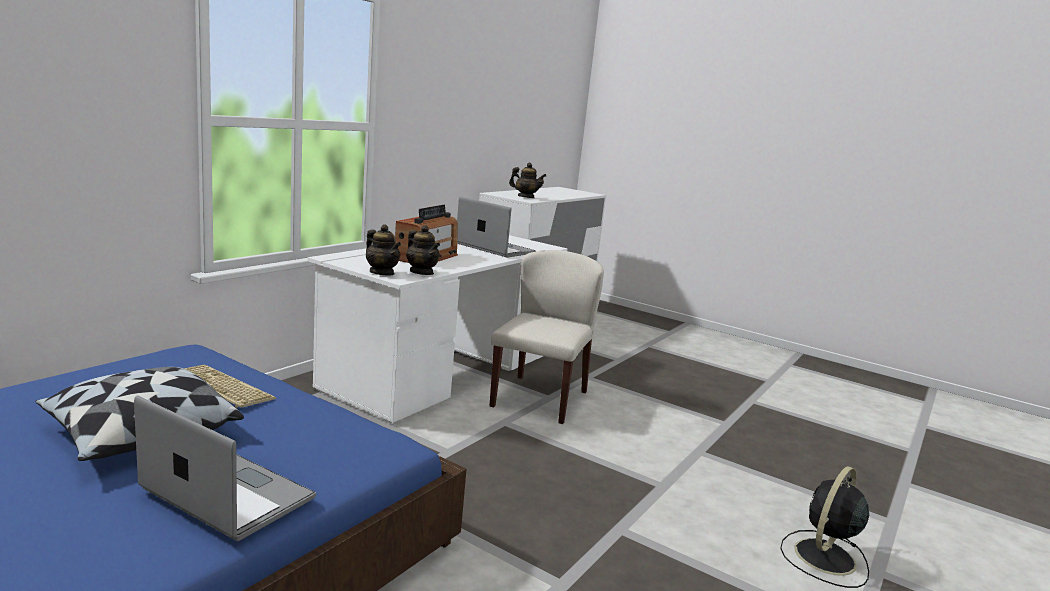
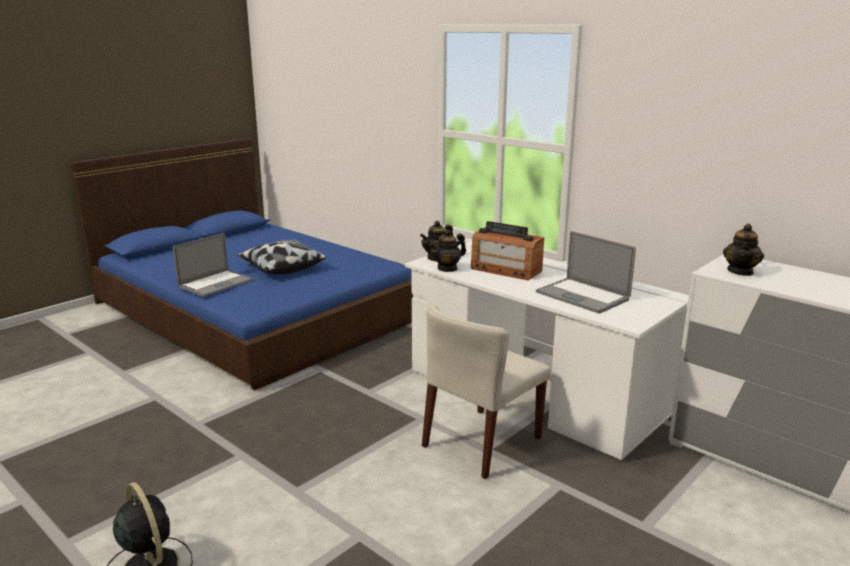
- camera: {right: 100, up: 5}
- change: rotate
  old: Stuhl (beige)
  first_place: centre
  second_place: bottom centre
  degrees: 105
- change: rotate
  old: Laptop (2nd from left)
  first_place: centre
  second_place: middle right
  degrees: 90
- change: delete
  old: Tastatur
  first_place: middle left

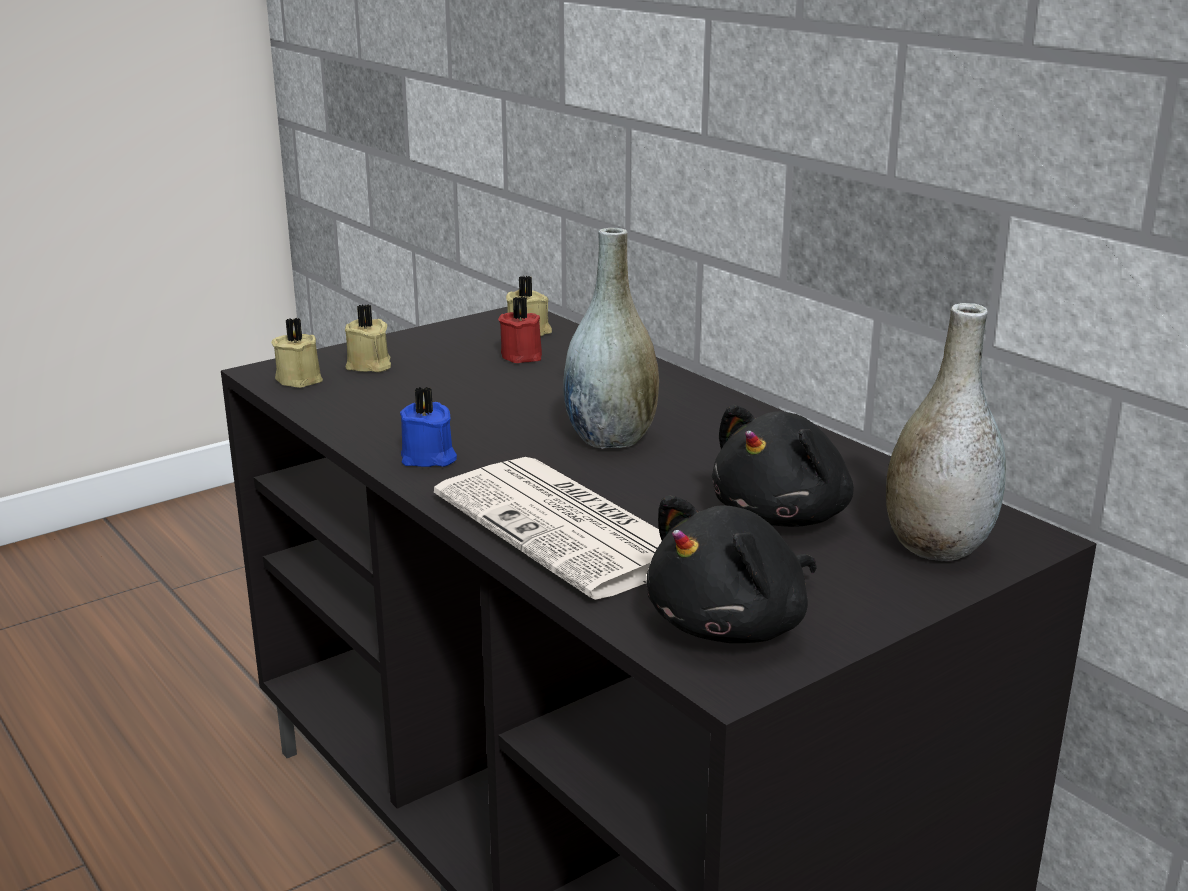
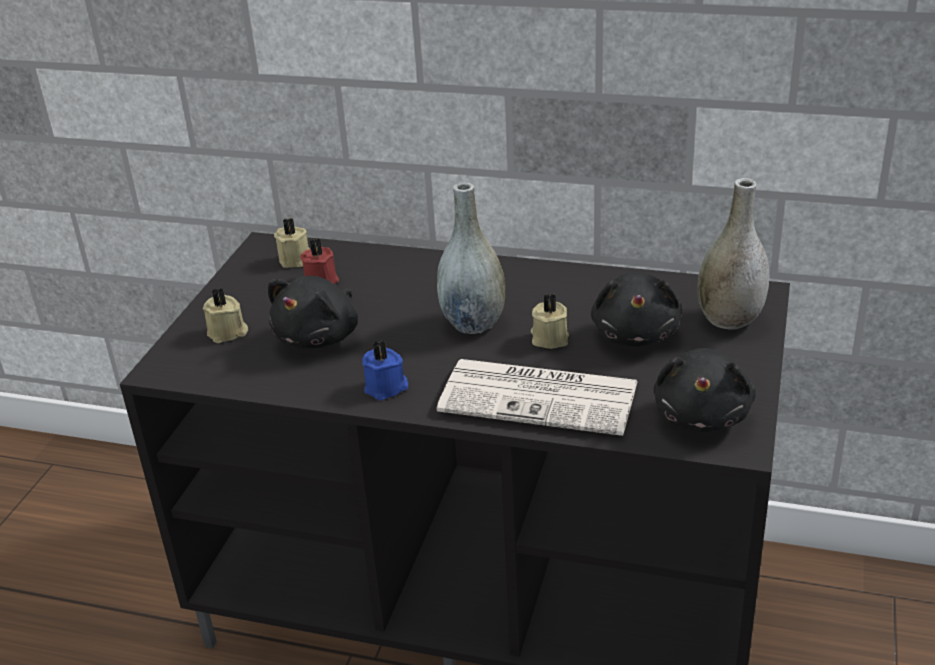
- camera: {right: -35, up: 10}
- change: insert
  new: Plüschtier (schwarz) (1st from left)
  second_place: centre
- change: move
  old: Kerze (beige) (1st from left in the first image)
  new: Kerze (beige) (3rd from left)
  first_place: middle left
  second_place: centre

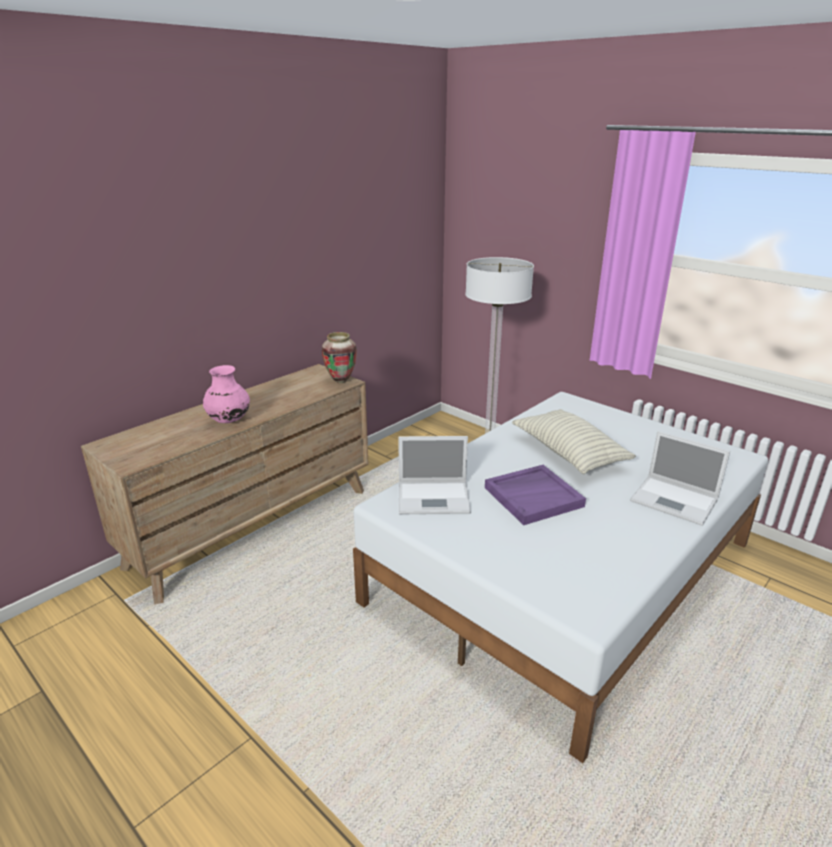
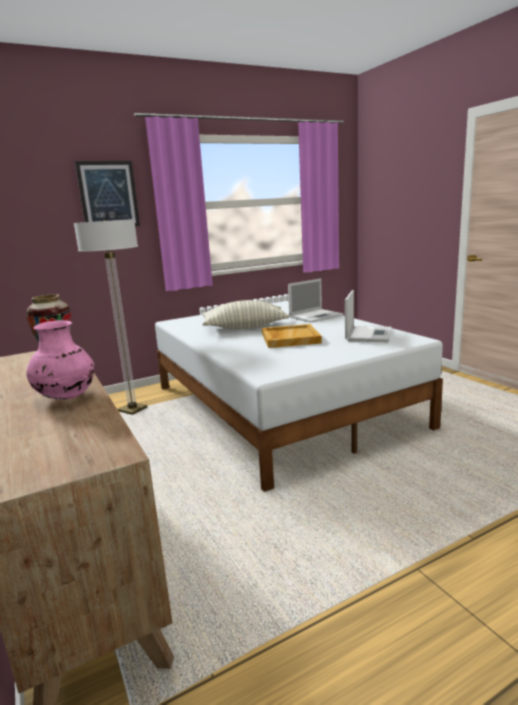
- camera: {right: -70, up: -10}
- change: insert
  new: Bild
  second_place: top left
- change: recolor
  old: Tablett (lila)
  new: Tablett (beige)
  first_place: centre
  second_place: centre
- change: move
  old: Laptop (1st from left in the first image)
  new: Laptop (2nd from left)
  first_place: centre
  second_place: middle right

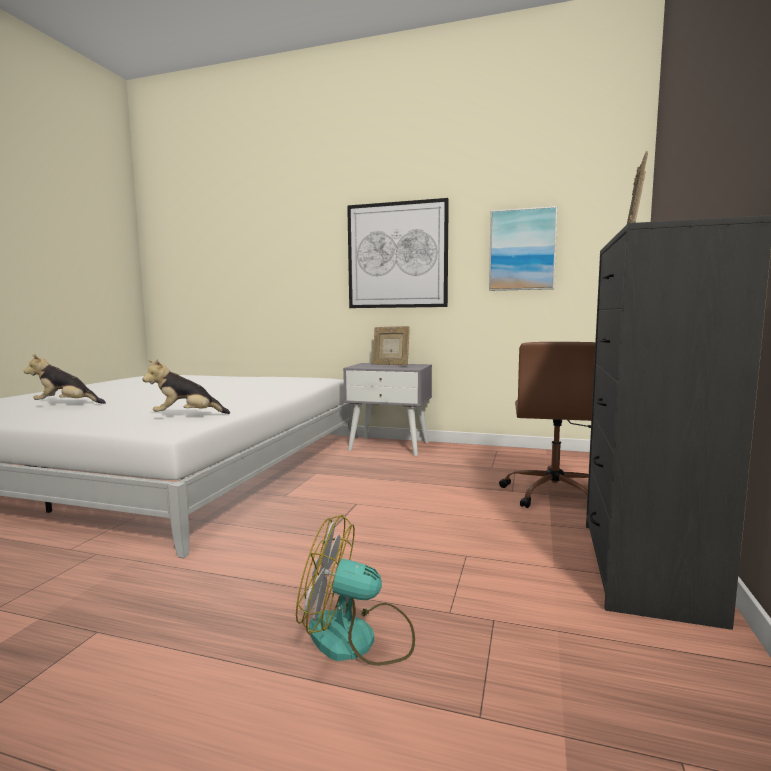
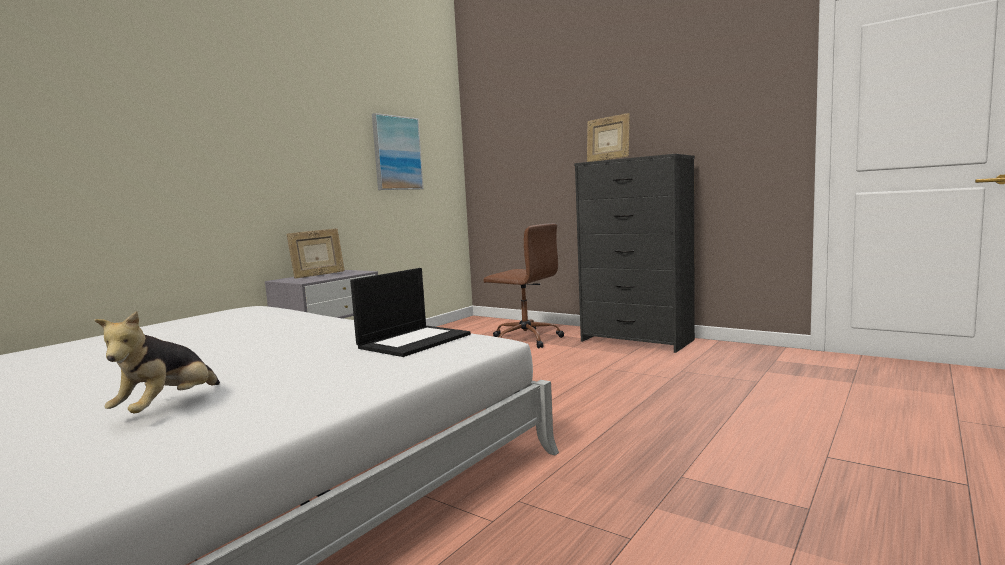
- camera: {right: -70, up: 0}
- change: replace
  old: Plüschtier (2nd from left)
  new: Laptop
  first_place: middle left
  second_place: centre
- change: delete
  old: Ventilator
  first_place: bottom centre
- change: delete
  old: Bild (1st from left)
  first_place: top centre

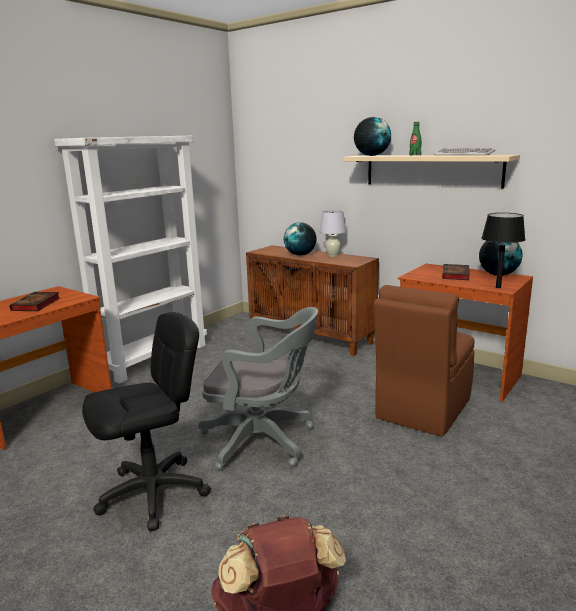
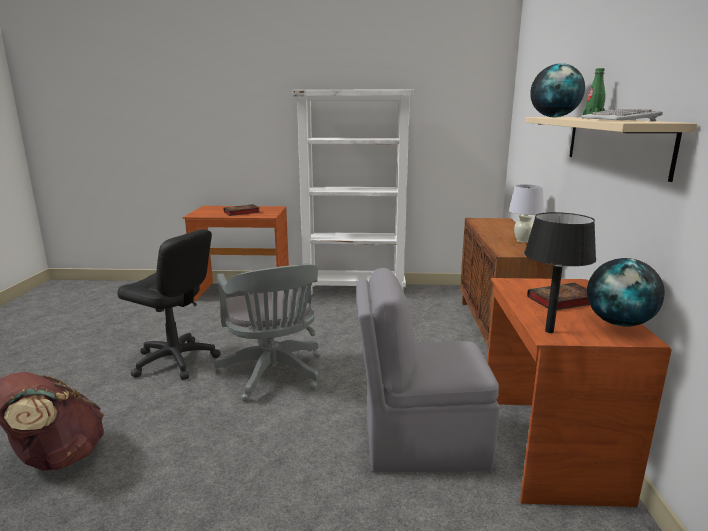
- camera: {right: 55, up: 0}
- change: recolor
  old: Stuhl (braun)
  new: Stuhl (grau)
  first_place: middle right
  second_place: bottom centre
- change: delete
  old: Globus (1st from left)
  first_place: centre

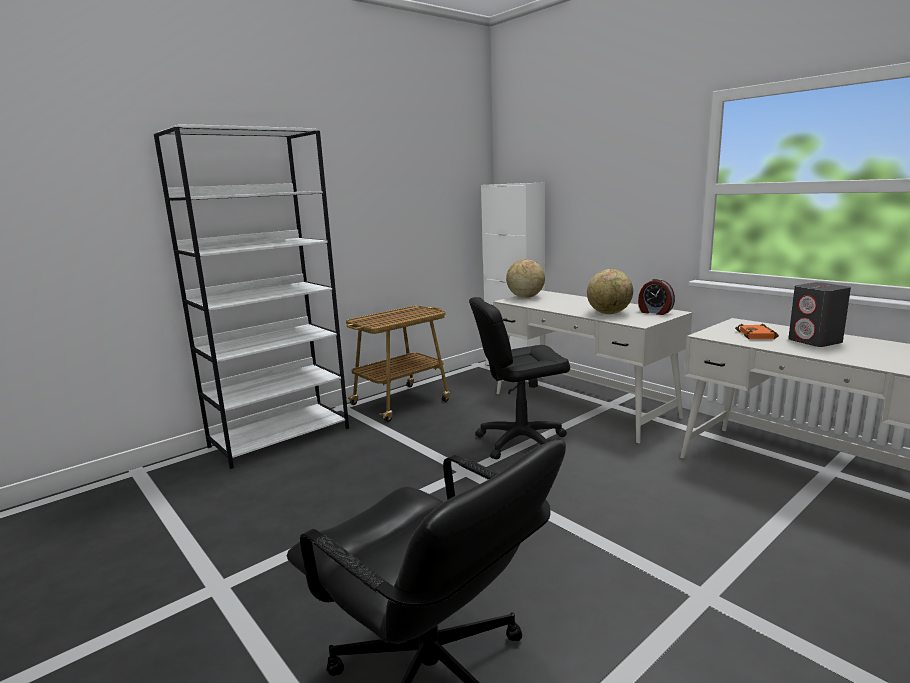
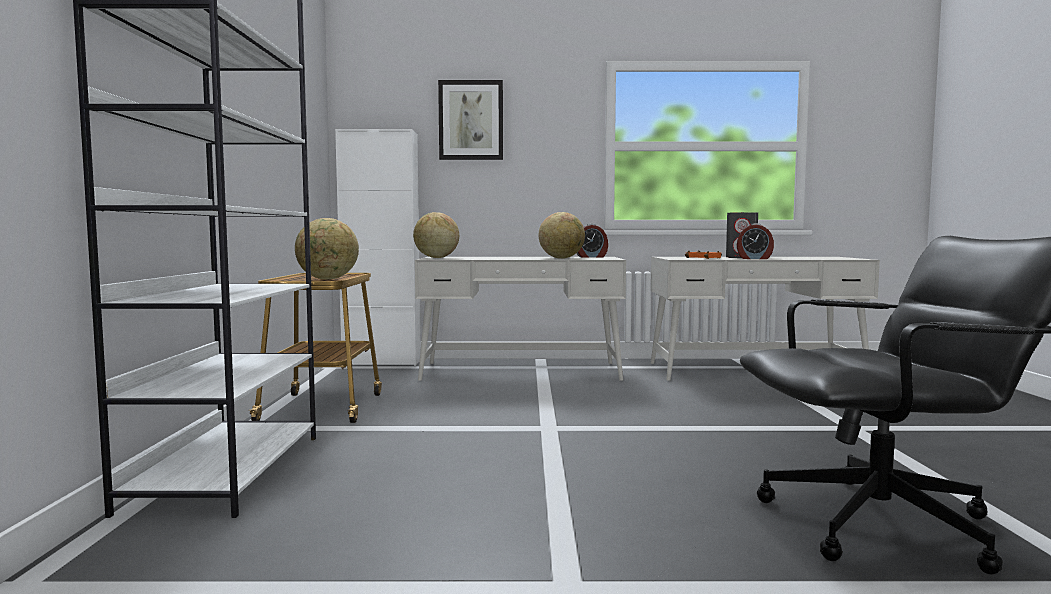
- camera: {right: -50, up: -10}
- change: insert
  new: Globus (1st from left)
  second_place: middle left
- change: insert
  new: Bild
  second_place: top centre
- change: insert
  new: Wecker (2nd from left)
  second_place: middle right
- change: delete
  old: Bürostuhl (schwarz) (2nd from left)
  first_place: centre

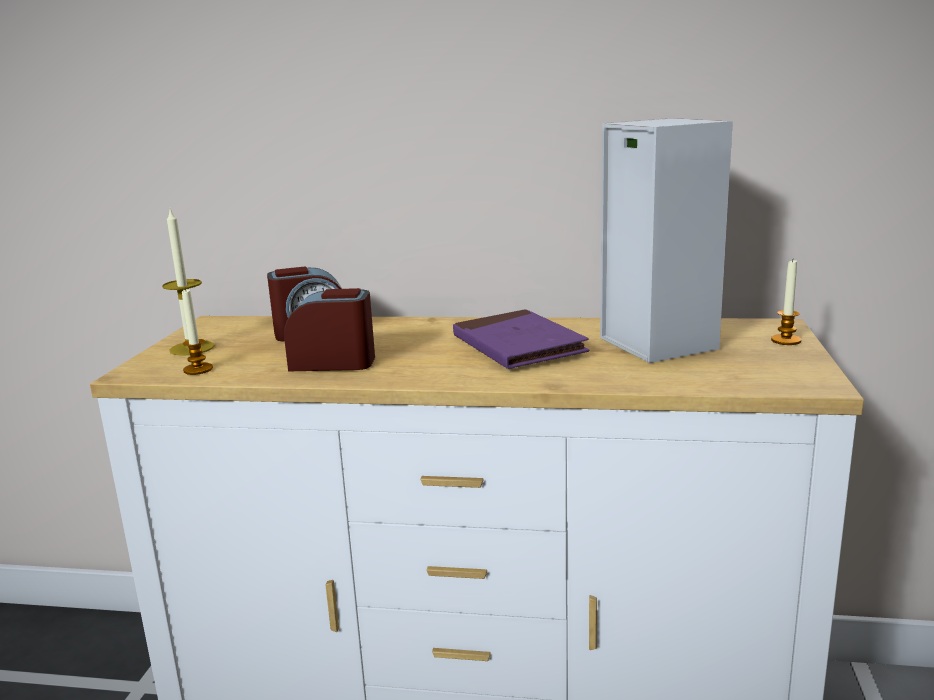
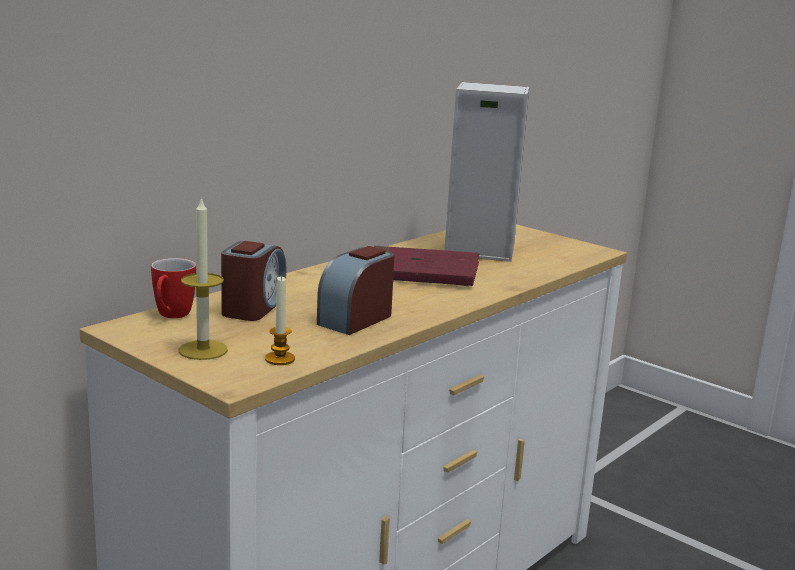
- camera: {right: -60, up: 0}
- change: insert
  new: Henkelbecher
  second_place: middle left
- change: recolor
  old: Buch (lila)
  new: Buch (rot)
  first_place: centre
  second_place: centre
- change: delete
  old: Kerze (3rd from left)
  first_place: middle right

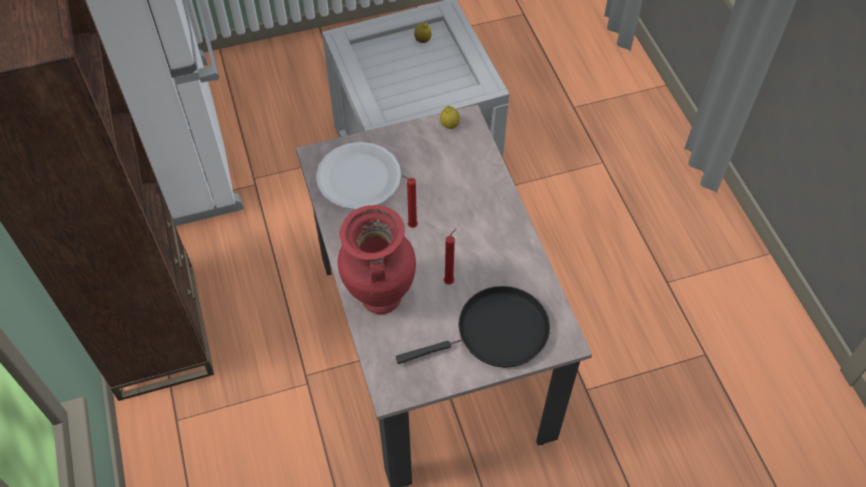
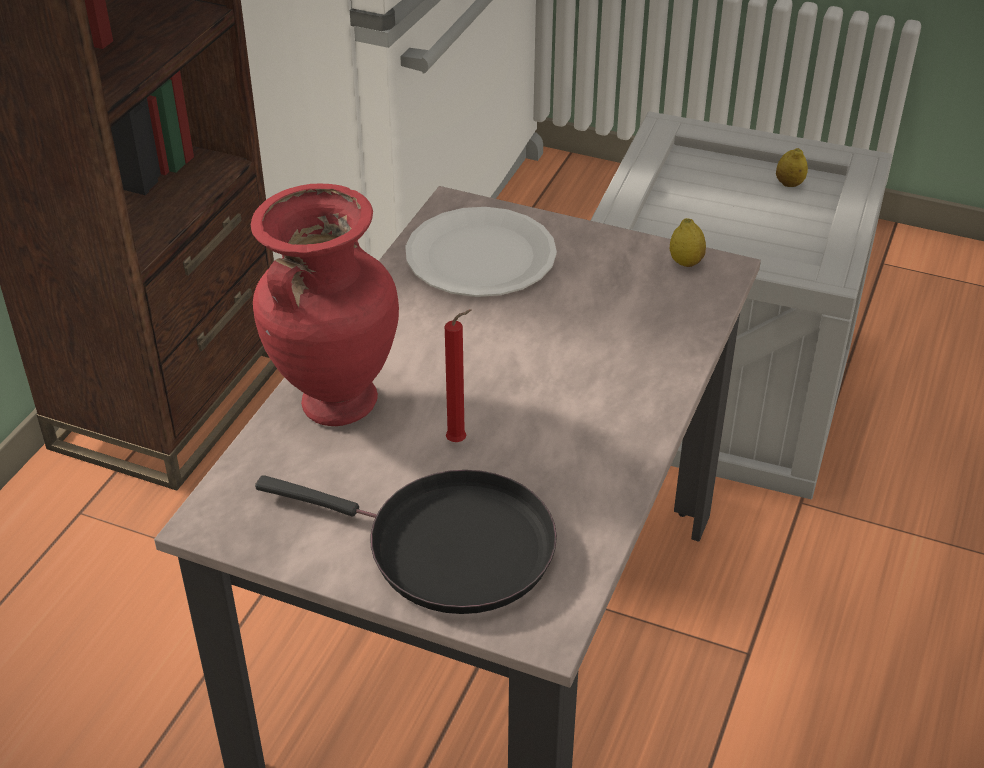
- camera: {right: 40, up: -15}
- change: delete
  old: Kerze (rot) (1st from left)
  first_place: centre

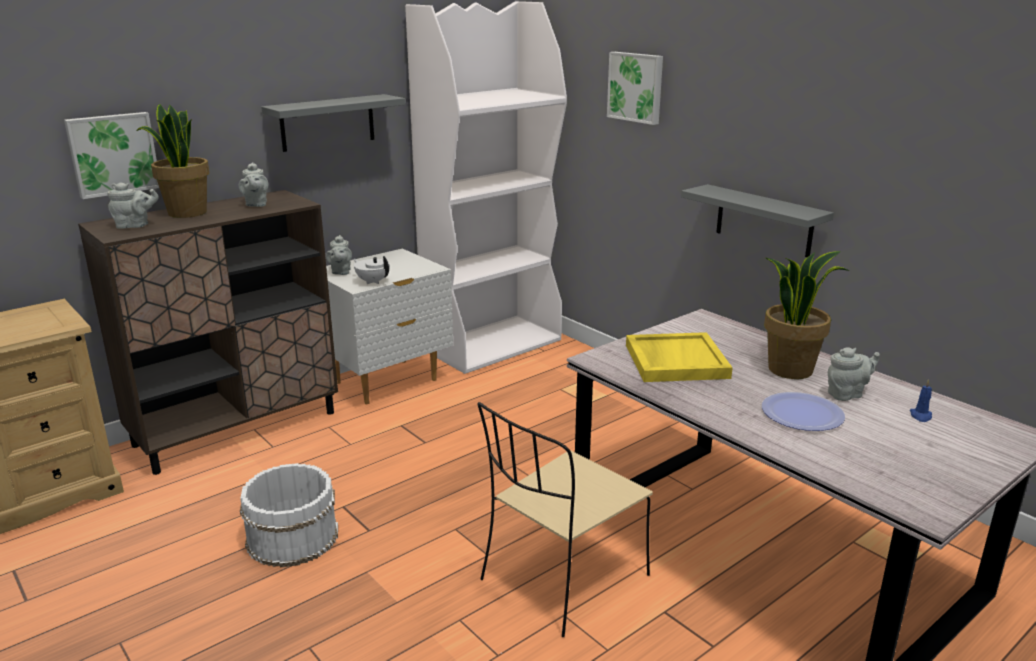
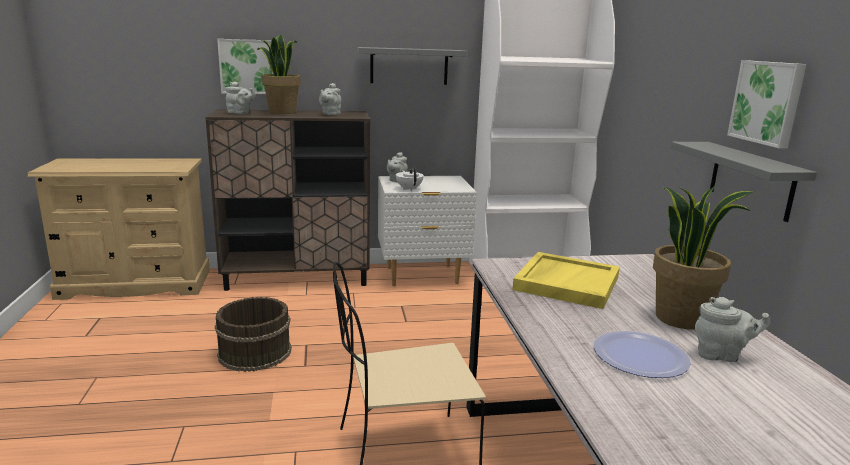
- camera: {right: 30, up: -5}
- change: recolor
  old: Eimer (weiß)
  new: Eimer (braun)
  first_place: bottom left
  second_place: bottom left
- change: move
  old: Bild (2nd from left)
  first_place: top centre
  second_place: top right
- change: delete
  old: Kerze (blau)
  first_place: middle right

